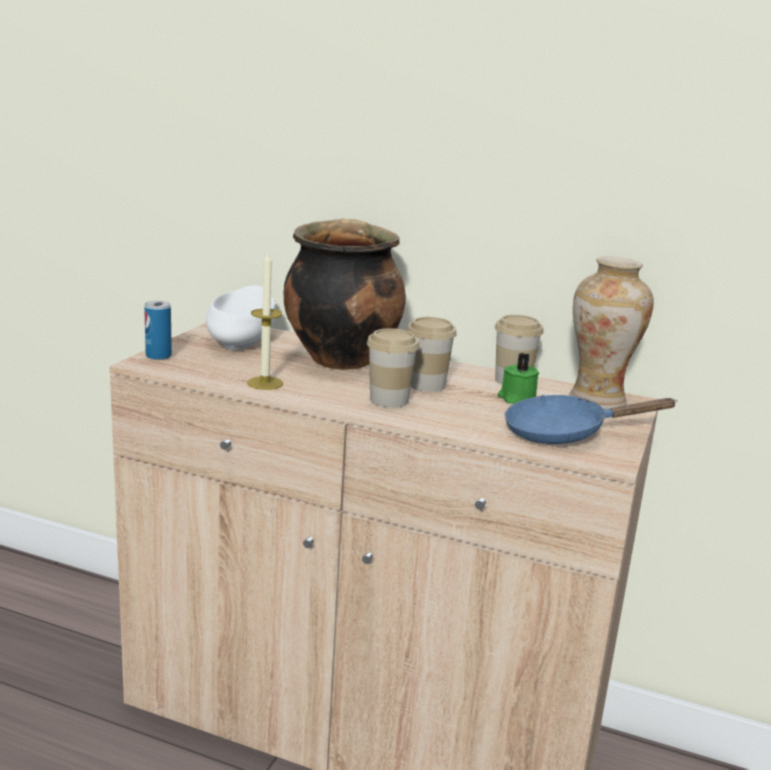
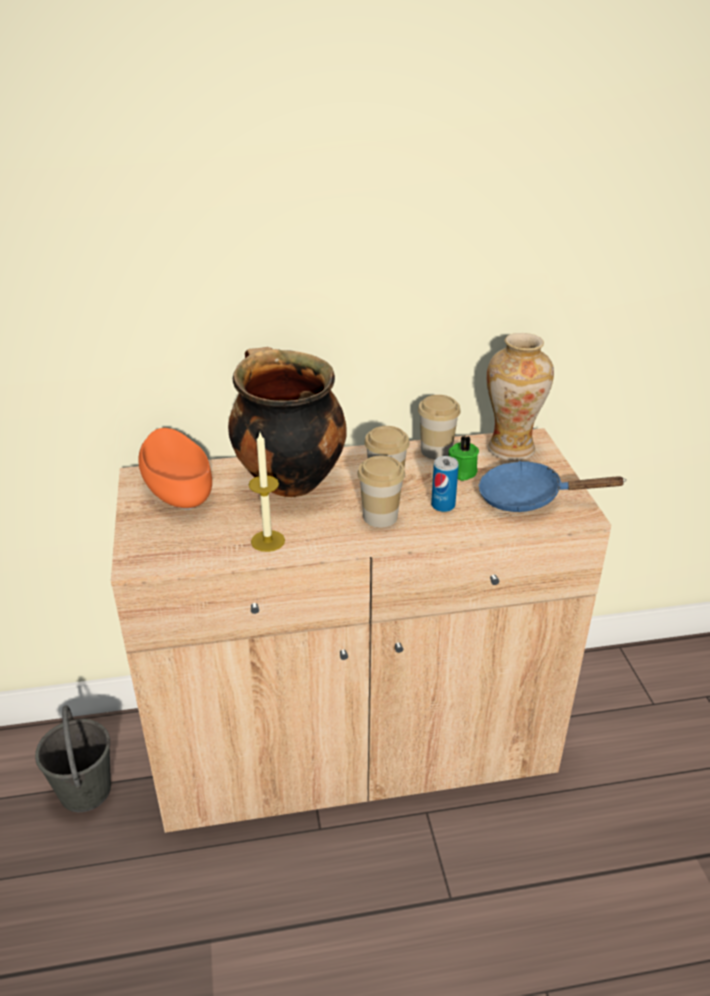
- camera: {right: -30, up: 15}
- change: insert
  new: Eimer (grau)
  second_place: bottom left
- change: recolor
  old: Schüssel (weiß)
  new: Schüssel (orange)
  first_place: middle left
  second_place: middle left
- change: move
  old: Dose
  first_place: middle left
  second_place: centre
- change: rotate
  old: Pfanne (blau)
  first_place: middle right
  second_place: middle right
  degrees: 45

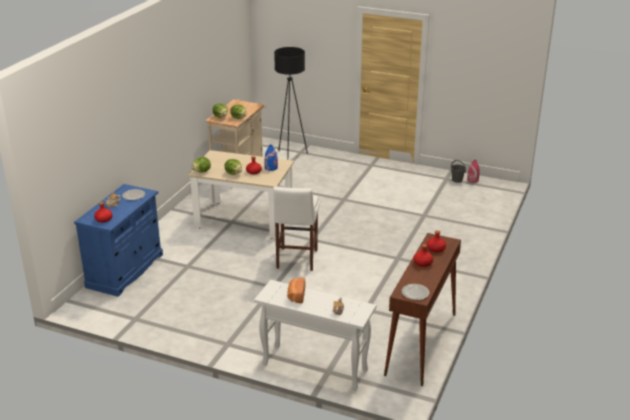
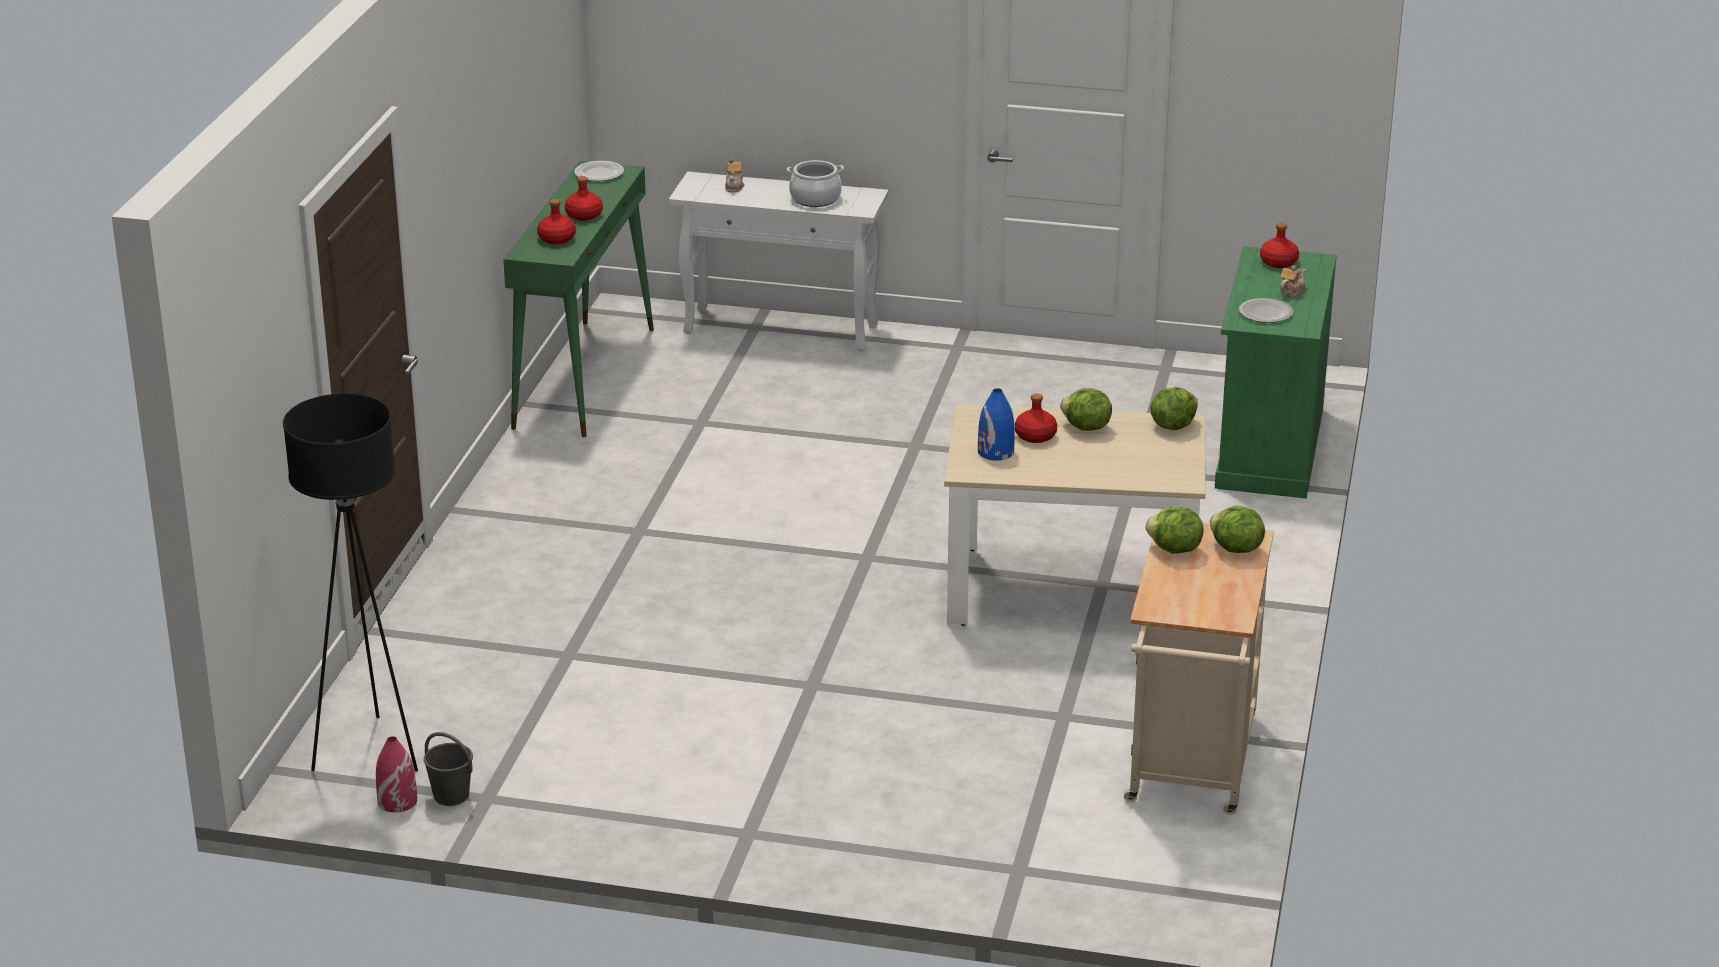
- camera: {right: 170, up: 0}
- change: move
  old: Stehlampe (schwarz)
  first_place: top centre
  second_place: middle left
- change: recolor
  old: Konsolentisch (braun)
  new: Konsolentisch (grün)
  first_place: bottom right
  second_place: top centre
- change: replace
  old: Brot
  new: Kochtopf
  first_place: bottom centre
  second_place: top centre
- change: recolor
  old: Schrank (blau)
  new: Schrank (grün)
  first_place: middle left
  second_place: middle right
- change: delete
  old: Hocker (weiß)
  first_place: centre

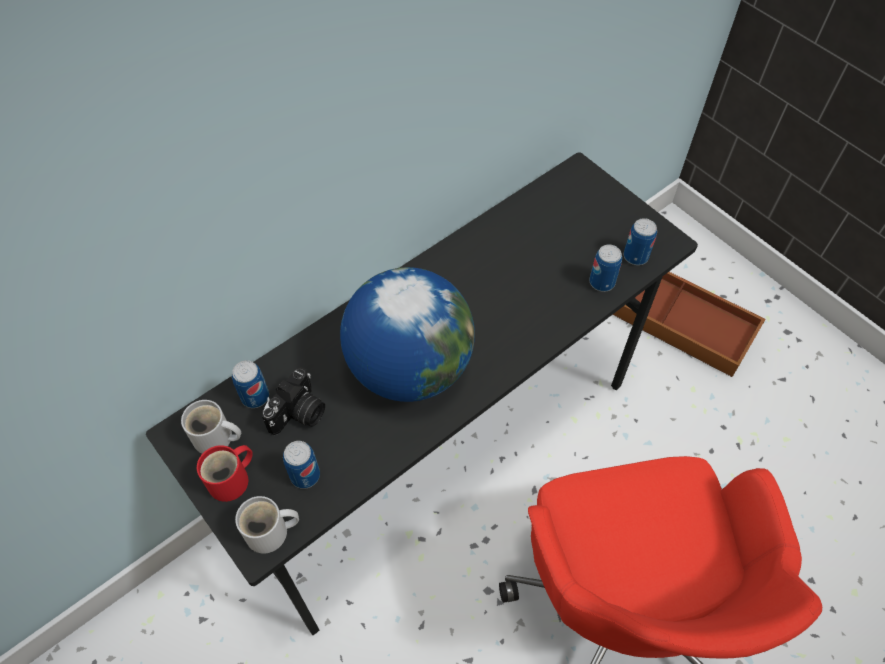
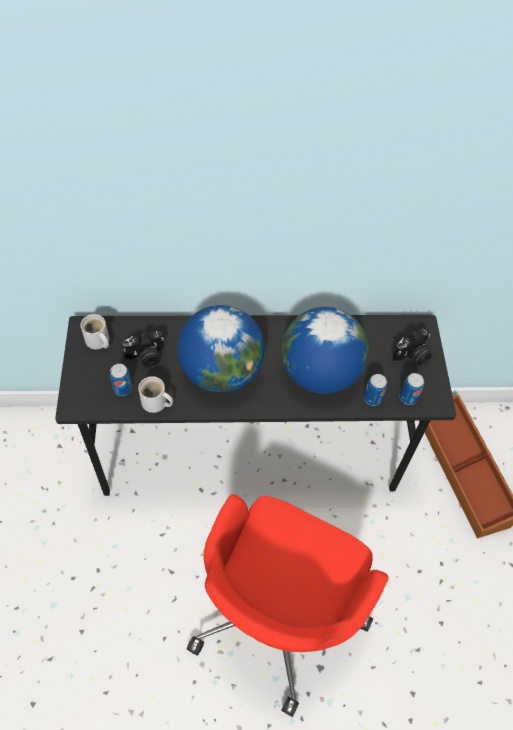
- camera: {right: 35, up: 0}
- change: move
  old: Henkelbecher (weiß) (2nd from left)
  first_place: bottom left
  second_place: middle left
- change: insert
  new: Globus (2nd from left)
  second_place: centre
- change: insert
  new: Kamera (2nd from left)
  second_place: middle right
- change: delete
  old: Henkelbecher (rot)
  first_place: bottom left
- change: delete
  old: Dose (1st from left)
  first_place: middle left

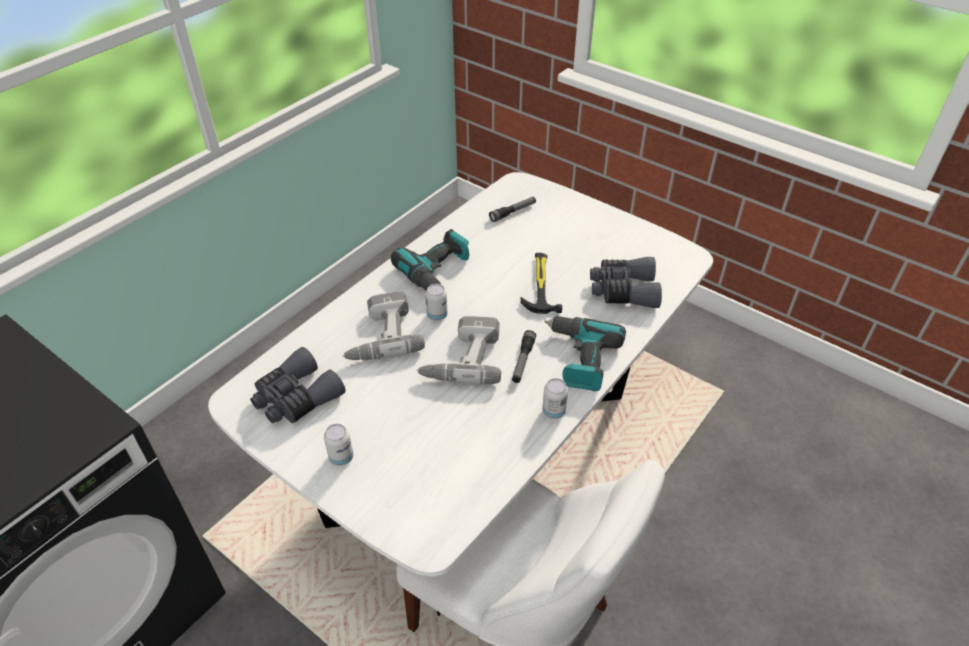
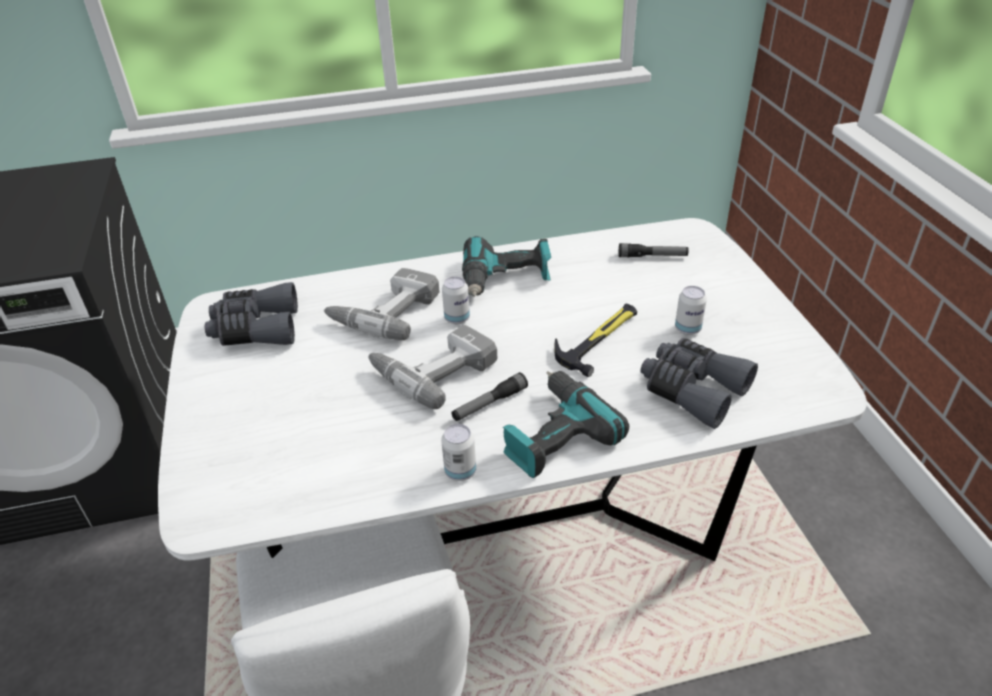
- camera: {right: 40, up: -5}
- change: move
  old: Dose (1st from left in the first image)
  new: Dose (3rd from left)
  first_place: bottom centre
  second_place: middle right

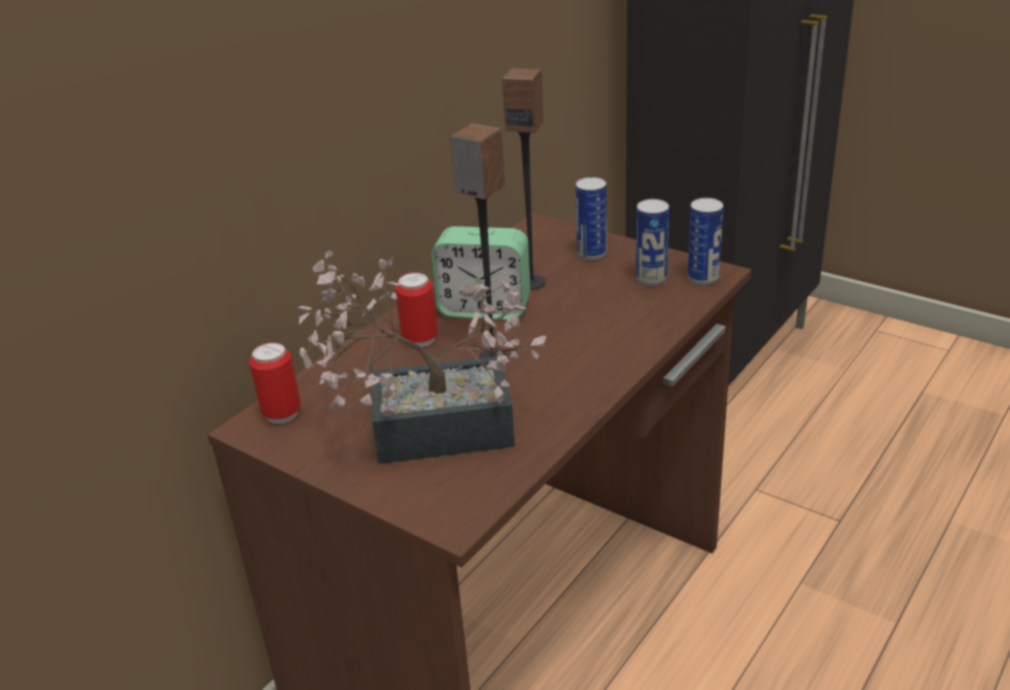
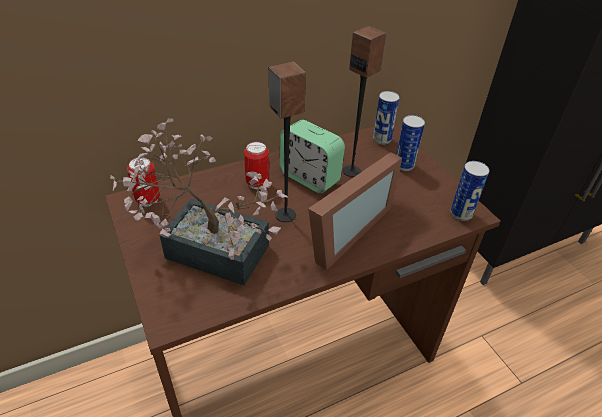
- camera: {right: 25, up: 10}
- change: insert
  new: Bilderrahmen
  second_place: centre
- change: move
  old: Dose (4th from left in the first image)
  new: Dose (3rd from left)
  first_place: centre
  second_place: top centre

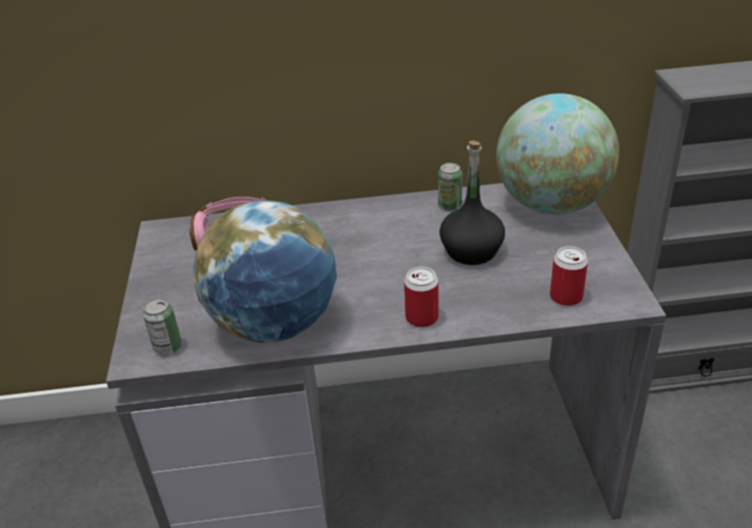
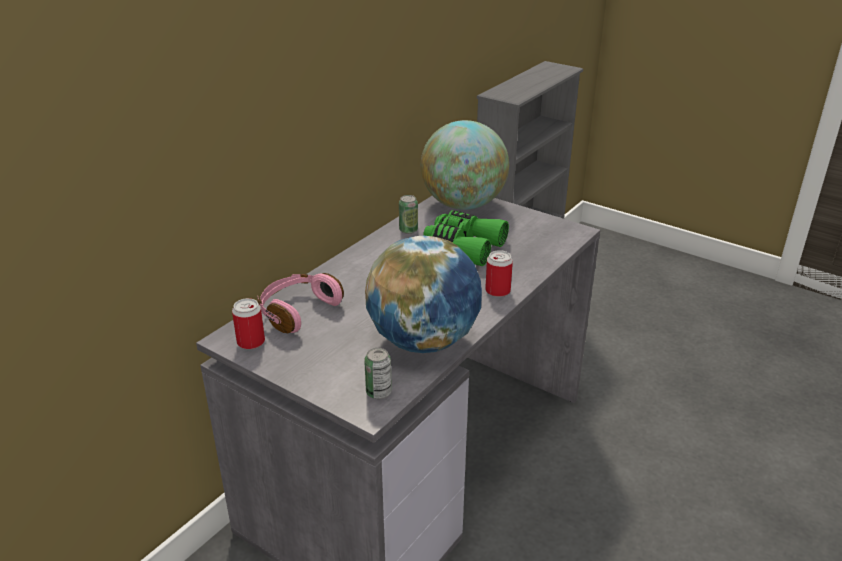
- camera: {right: -50, up: -5}
- change: move
  old: Dose (4th from left in the first image)
  new: Dose (1st from left)
  first_place: middle right
  second_place: middle left
- change: replace
  old: Flasche (schwarz)
  new: Fernglas (grün)
  first_place: centre
  second_place: centre

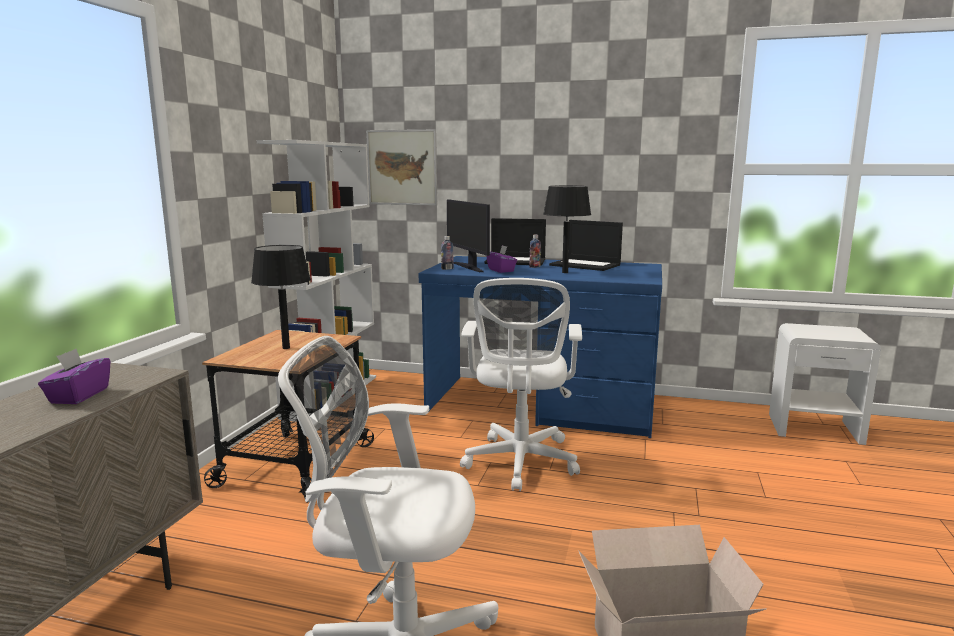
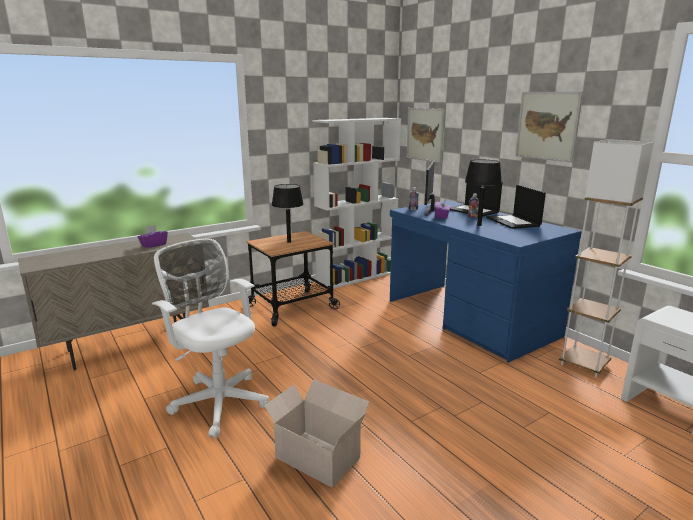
- camera: {right: 40, up: 5}
- change: insert
  new: Bild (2nd from left)
  second_place: top right
- change: insert
  new: Stehlampe (weiß)
  second_place: middle right
- change: delete
  old: Bürostuhl (weiß) (2nd from left)
  first_place: centre

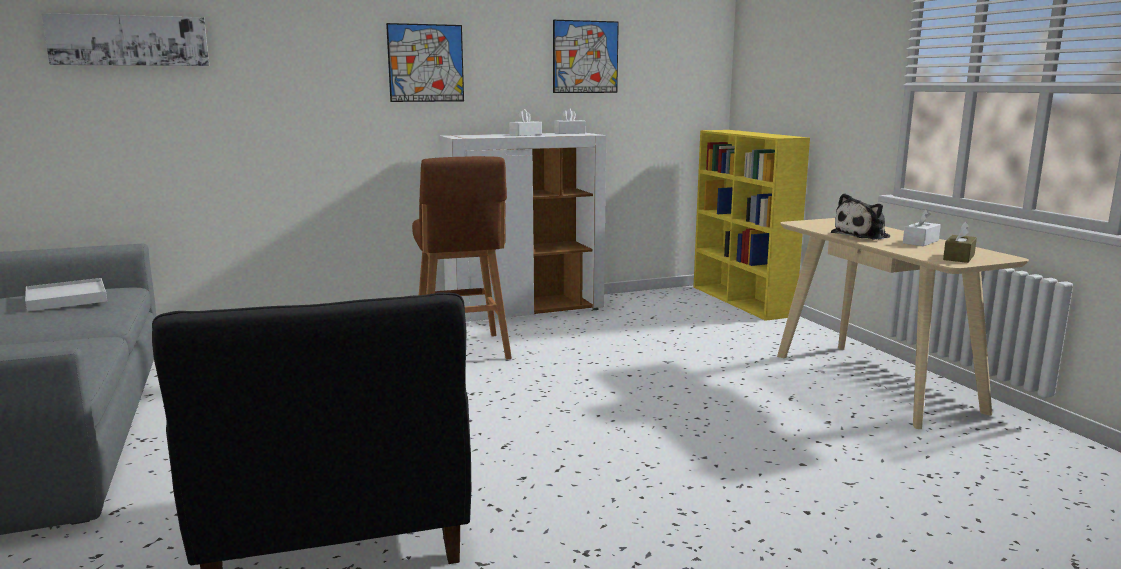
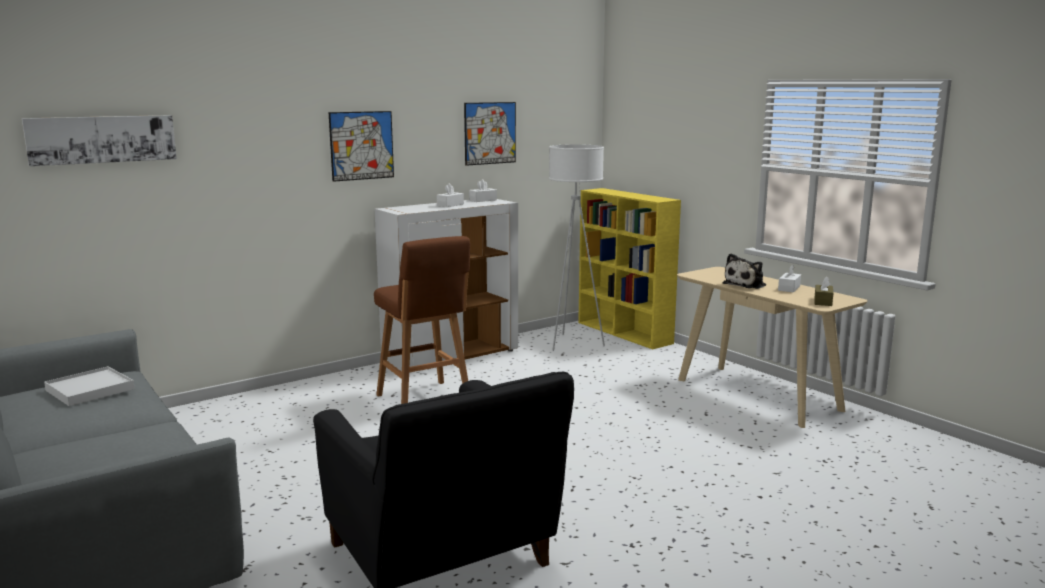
- camera: {right: -15, up: 0}
- change: insert
  new: Stehlampe (weiß)
  second_place: centre

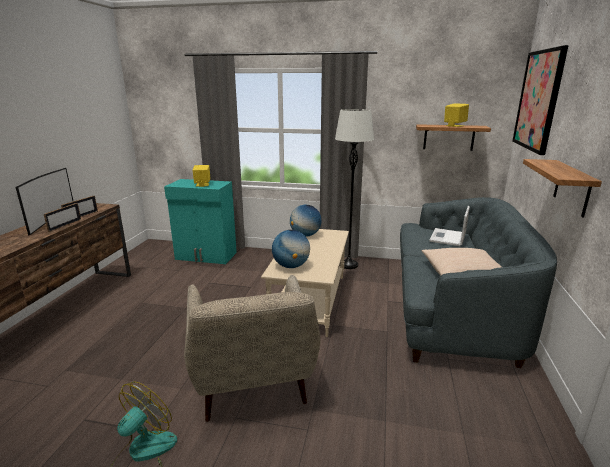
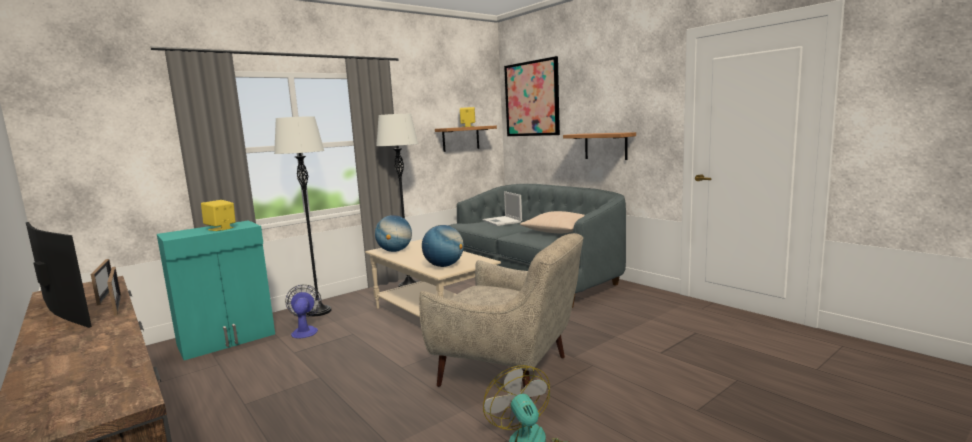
- camera: {right: -50, up: -10}
- change: insert
  new: Stehlampe (weiß) (1st from left)
  second_place: middle left
- change: insert
  new: Ventilator (1st from left)
  second_place: bottom left

